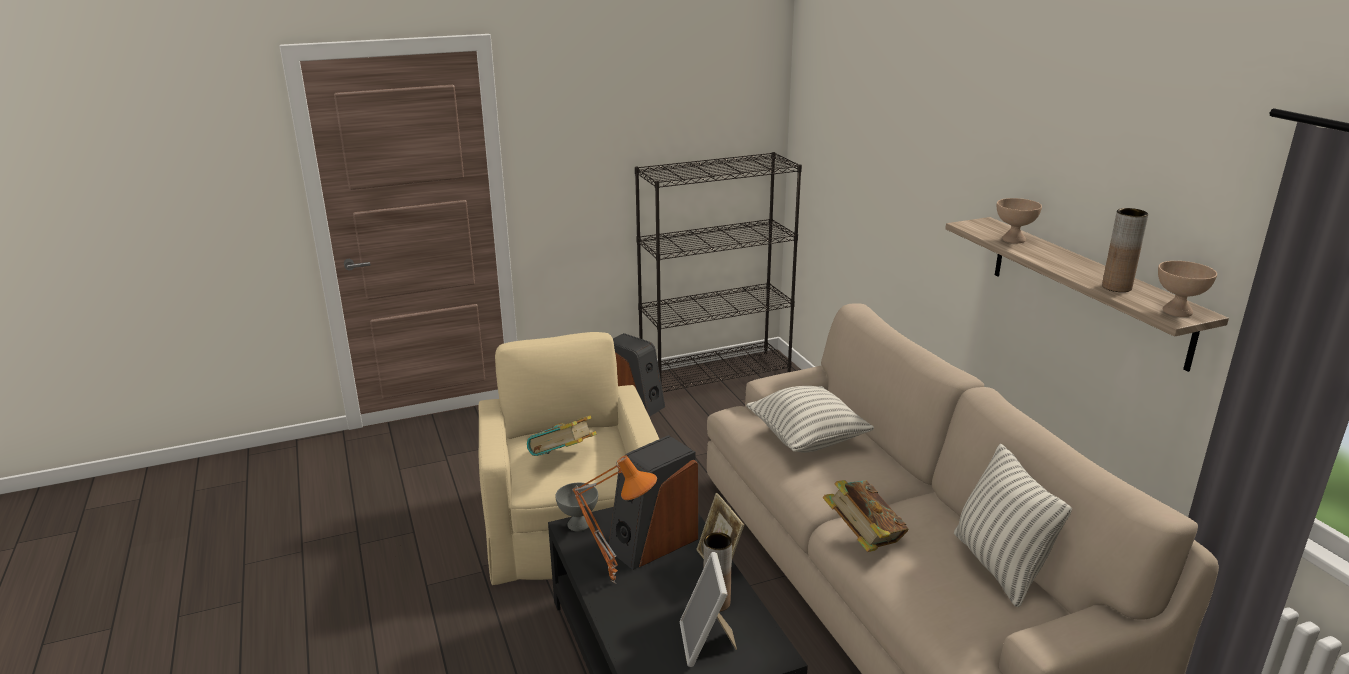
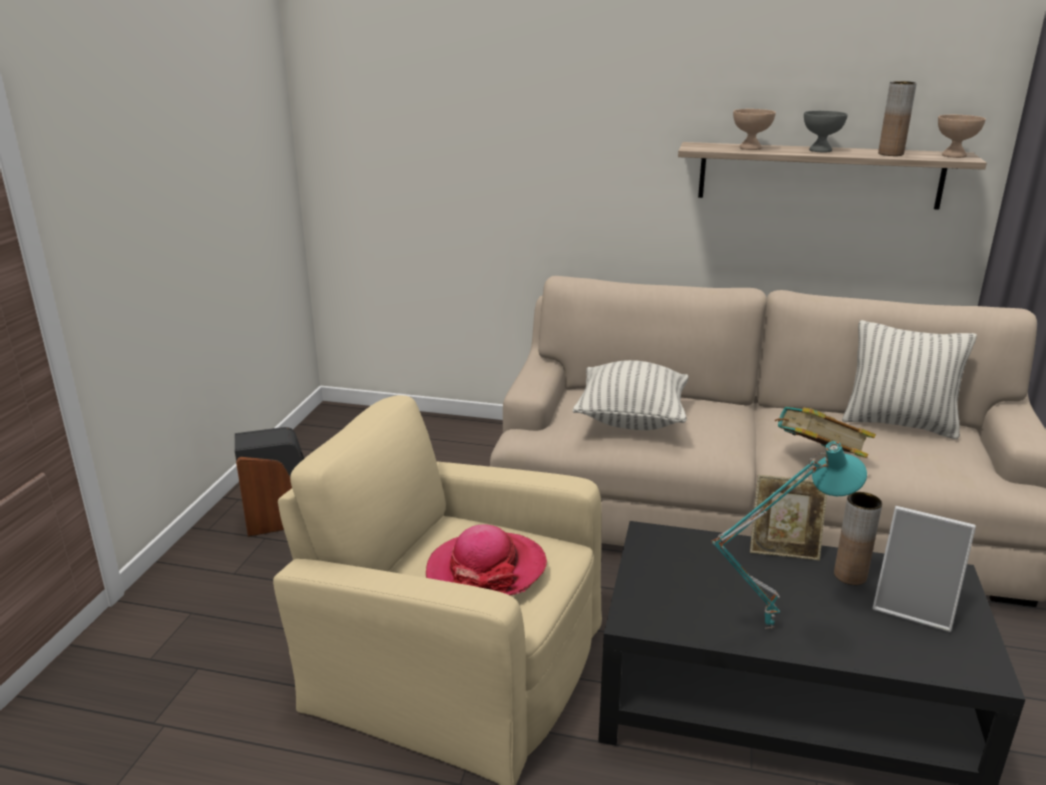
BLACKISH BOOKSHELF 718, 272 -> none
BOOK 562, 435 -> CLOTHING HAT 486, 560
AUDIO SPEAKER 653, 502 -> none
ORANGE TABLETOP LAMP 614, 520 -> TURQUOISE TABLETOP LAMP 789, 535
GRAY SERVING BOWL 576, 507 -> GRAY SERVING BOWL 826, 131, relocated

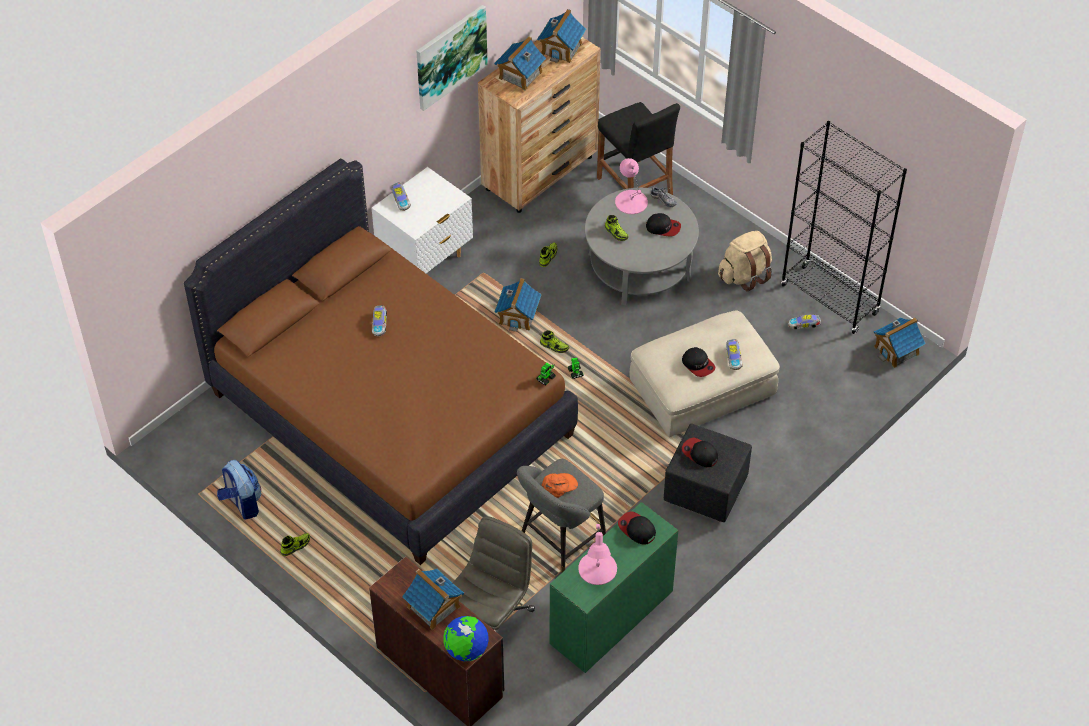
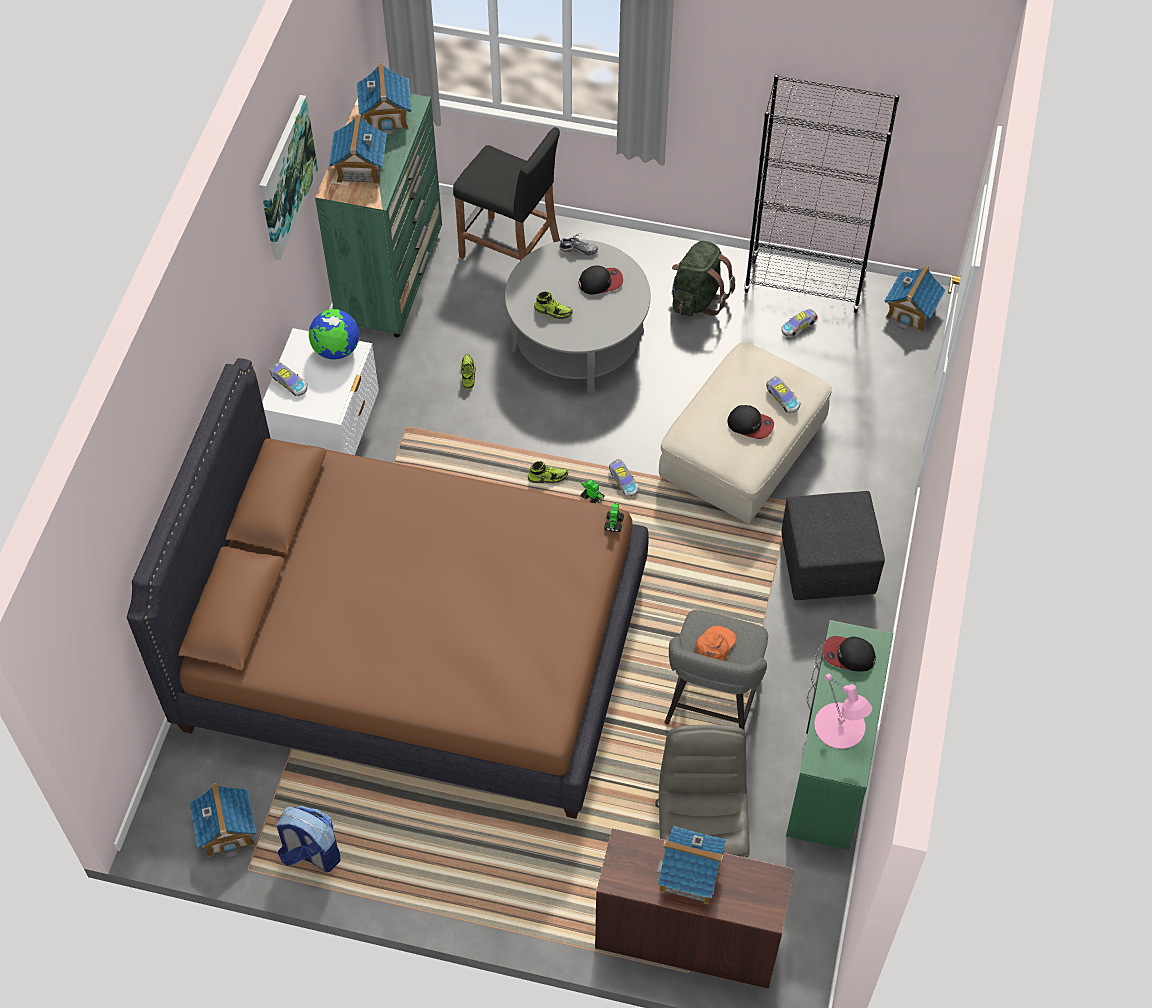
BROWNISH CHEST OF DRAWERS 539, 125 -> GREEN-COLOURED CHEST OF DRAWERS 378, 215
PINK-COLOURED TABLETOP LAMP 631, 186 -> none
BEIGE-COLOURED RUCKSACK 745, 261 -> GREEN-COLOURED RUCKSACK 703, 278
MODEL HOUSE 518, 305 -> MODEL HOUSE 223, 821, relocated
MODEL CAR 379, 320 -> MODEL CAR 624, 478, relocated
CAP 700, 452 -> none
ITEM OF FOOTWEAR 295, 544 -> none
DESK GLOBE 466, 638 -> DESK GLOBE 334, 334, relocated

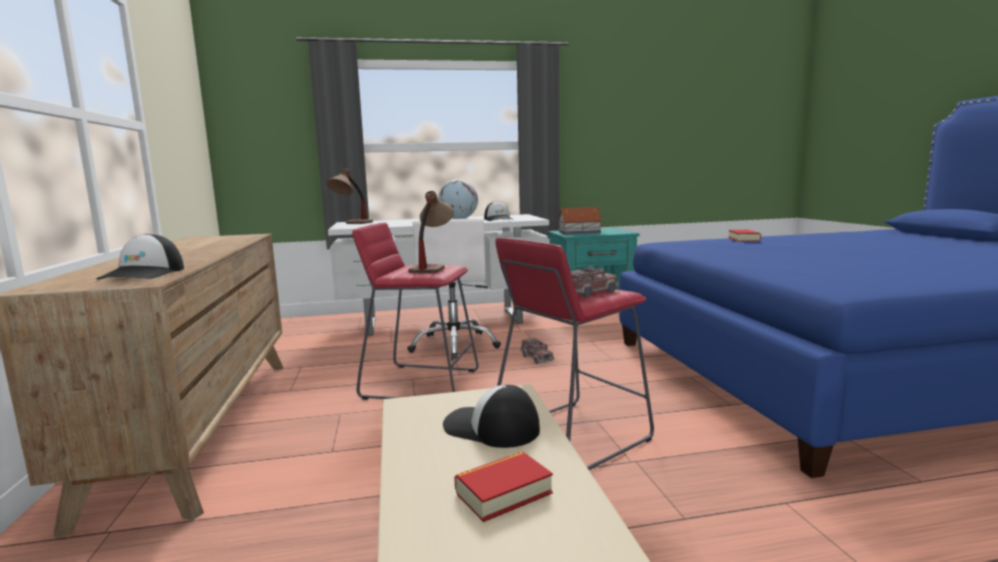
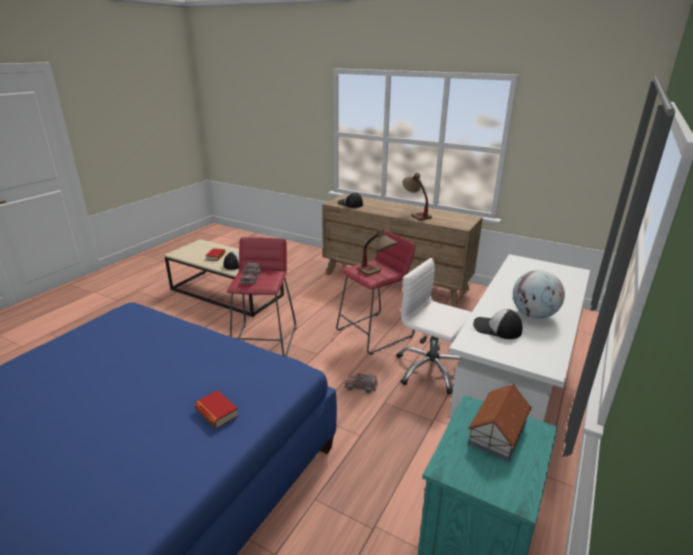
TABLETOP LAMP 349, 196 -> TABLETOP LAMP 417, 196, relocated

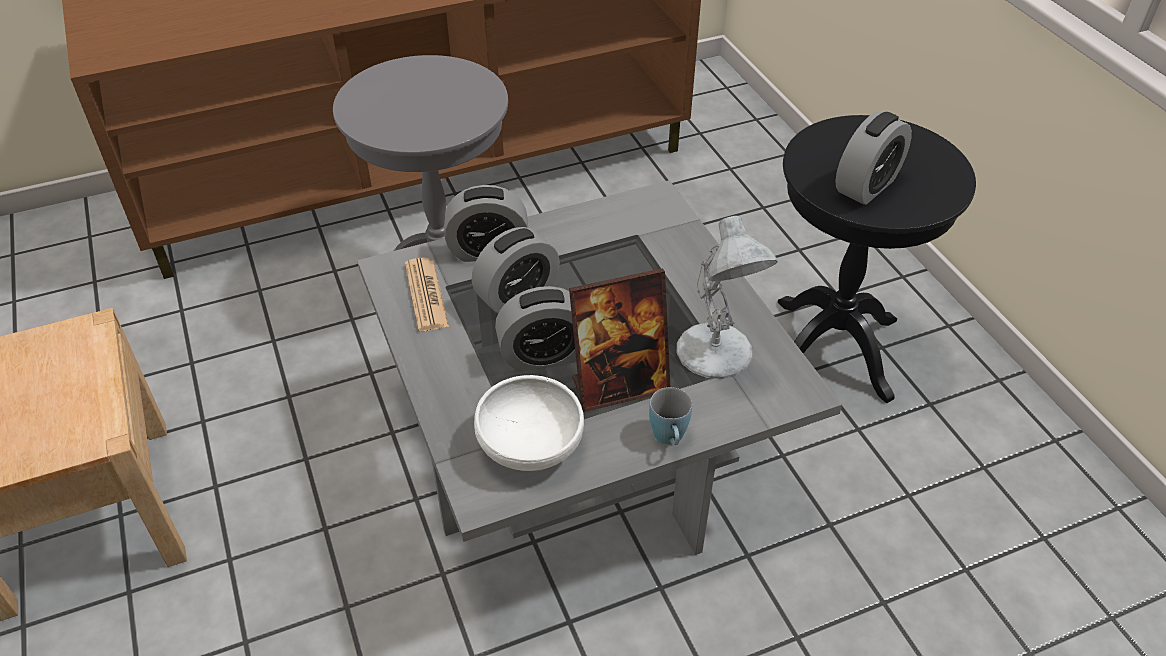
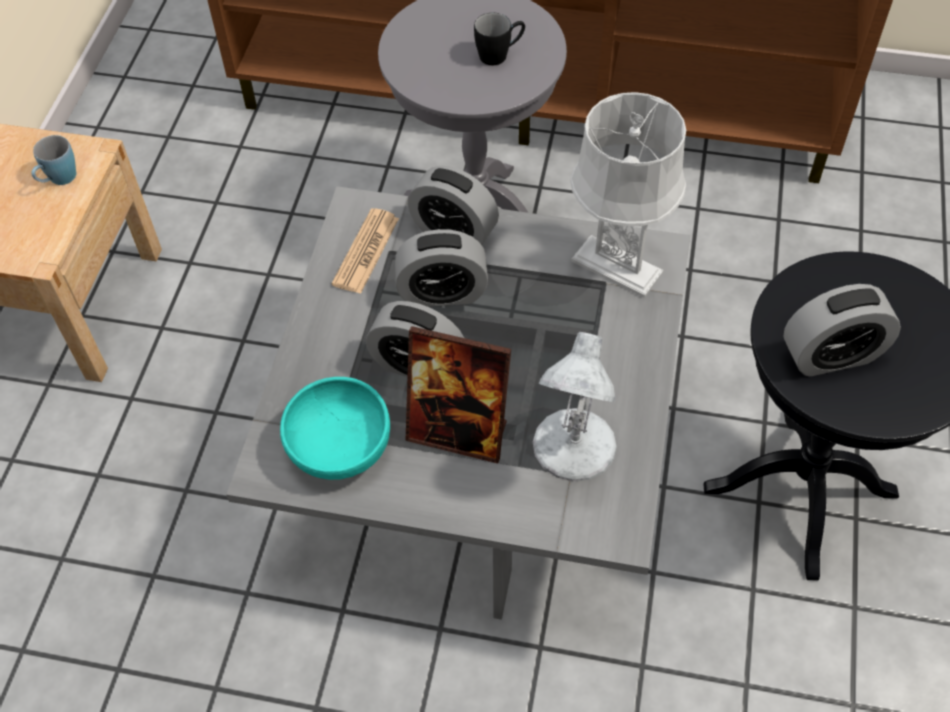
WHITISH SERVING BOWL 529, 423 -> TURQUOISE SERVING BOWL 335, 428
BLUISH TEA MUG 670, 416 -> BLUISH TEA MUG 53, 160, relocated
none -> BLACKISH TEA MUG 499, 39
none -> GRAY TABLETOP LAMP 628, 195

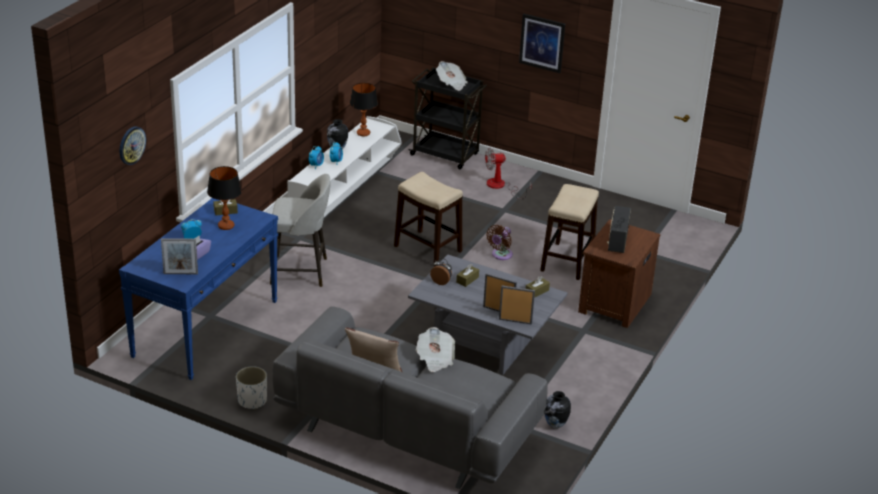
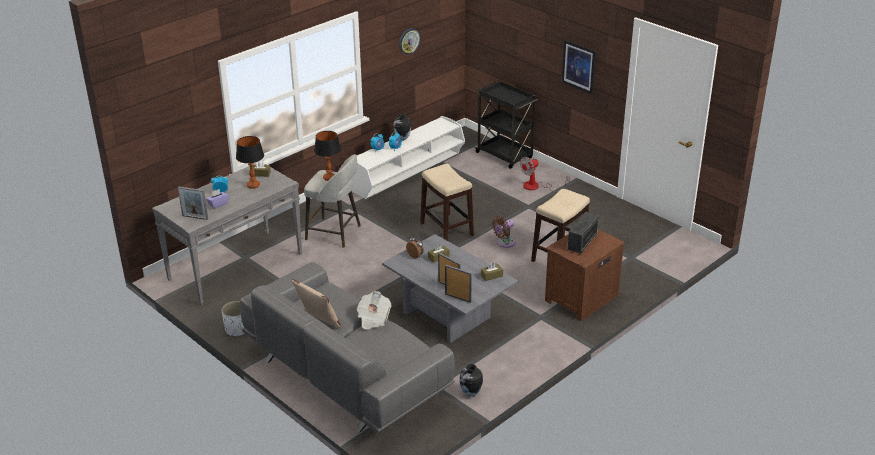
PRINTED PAPER 452, 76 -> none
TABLETOP LAMP 364, 109 -> TABLETOP LAMP 327, 156, relocated
CLOCK ON THE WALL 133, 145 -> CLOCK ON THE WALL 409, 41, relocated
ELECTRIC FAN 508, 173 -> ELECTRIC FAN 545, 174, 45 degrees counterclockwise
BLUISH NARROW TABLE 198, 289 -> GRAY NARROW TABLE 227, 234

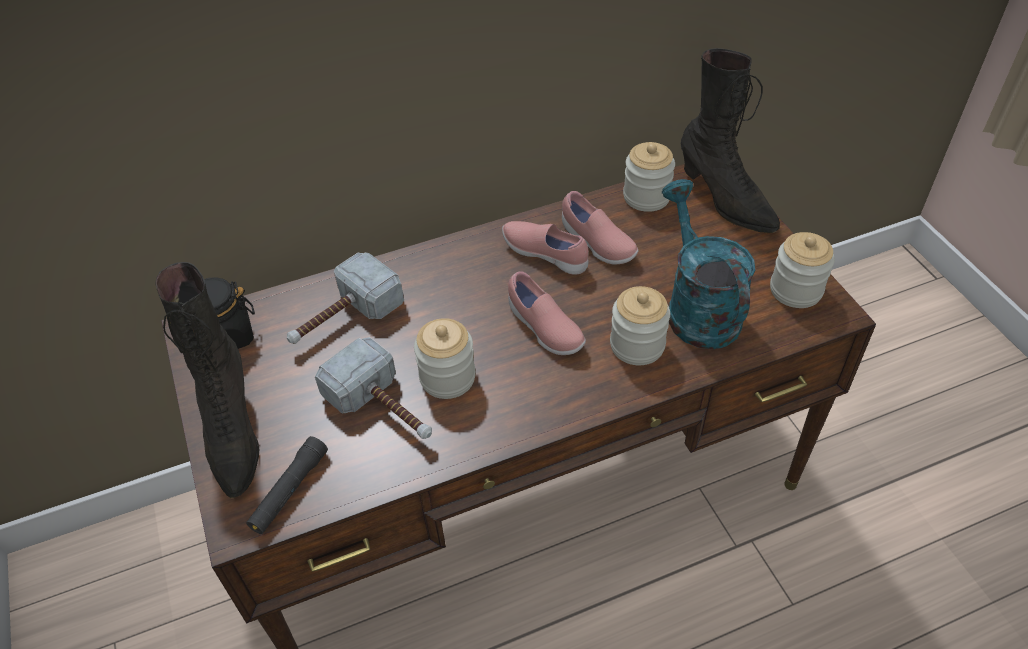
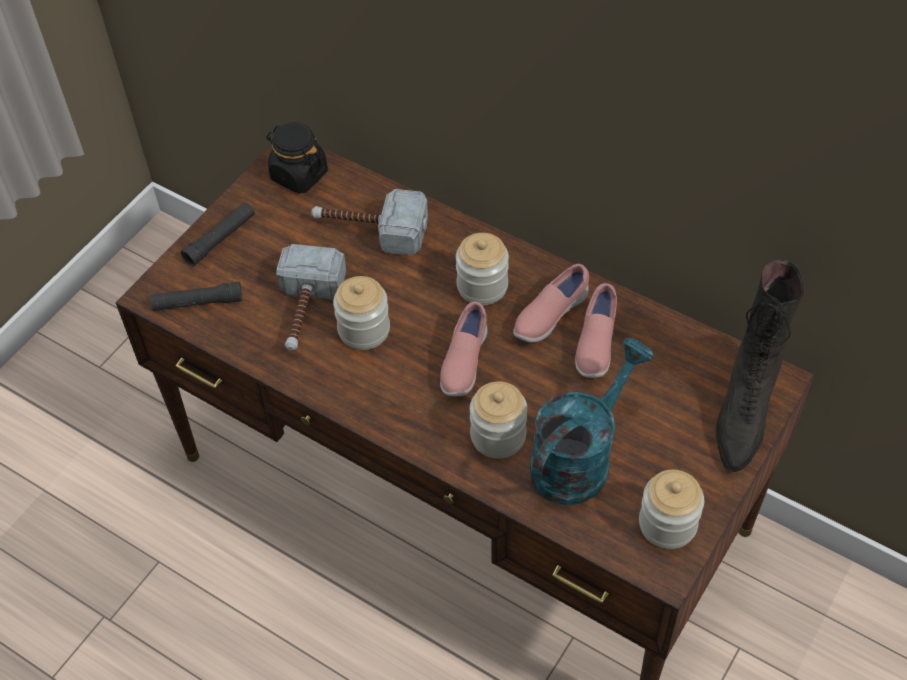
STORAGE JAR 649, 177 -> STORAGE JAR 482, 269, relocated
PINK-COLOURED ITEM OF FOOTWEAR 545, 248 -> PINK-COLOURED ITEM OF FOOTWEAR 551, 303, 135 degrees counterclockwise
BLACKISH BOOT 207, 380 -> BLACKISH HAND TORCH 218, 234

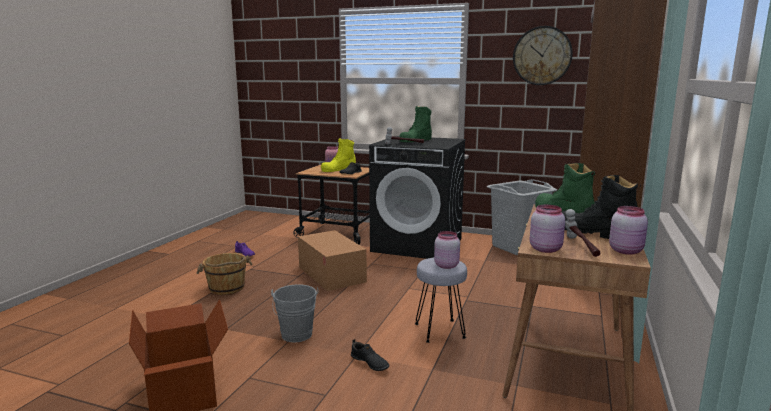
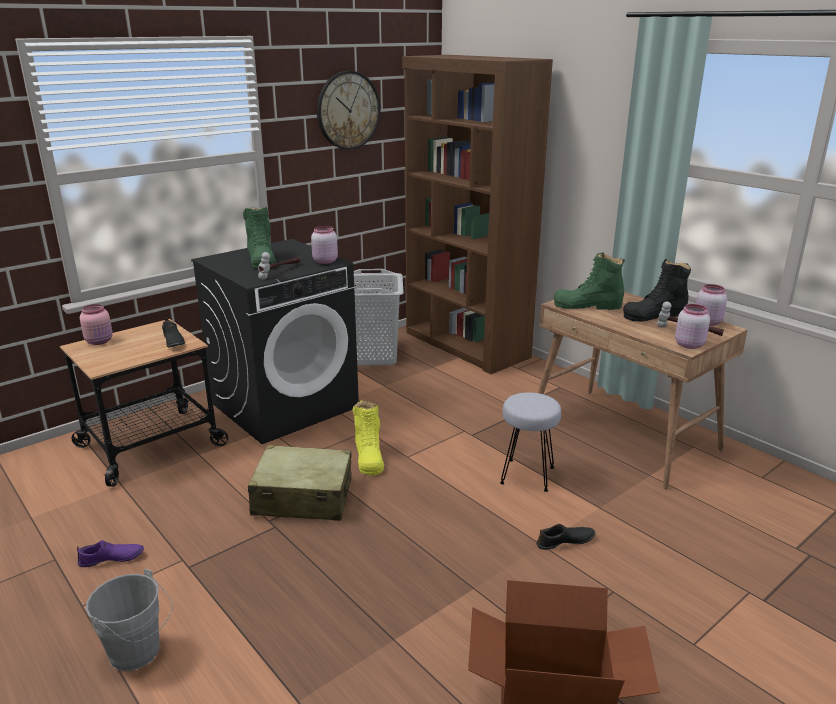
YELLOWISH BOOT 338, 155 -> YELLOWISH BOOT 368, 438, relocated
CARTON 332, 260 -> BEIGE-COLOURED SUITCASE 300, 483
PINK-COLOURED STORAGE JAR 447, 250 -> PINK-COLOURED STORAGE JAR 324, 245, relocated
BROWNISH WATER BUCKET 224, 274 -> none
GRAY WATER BUCKET 294, 313 -> GRAY WATER BUCKET 129, 619, relocated

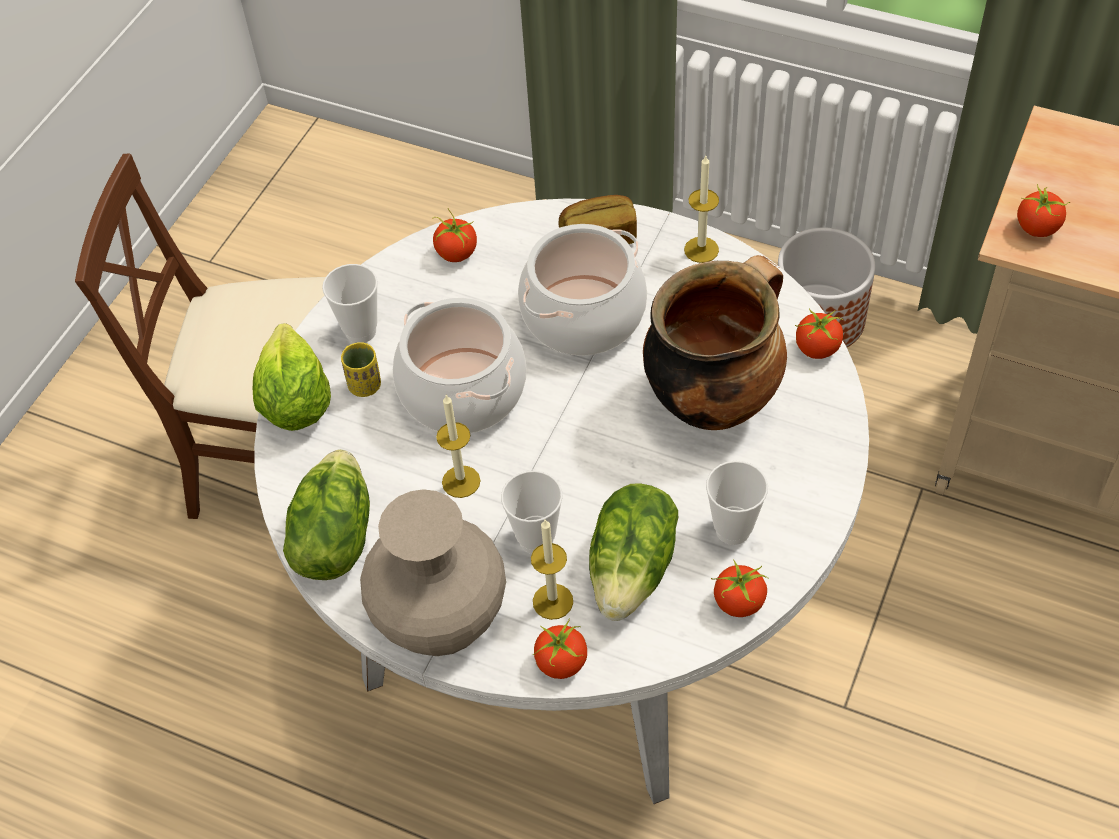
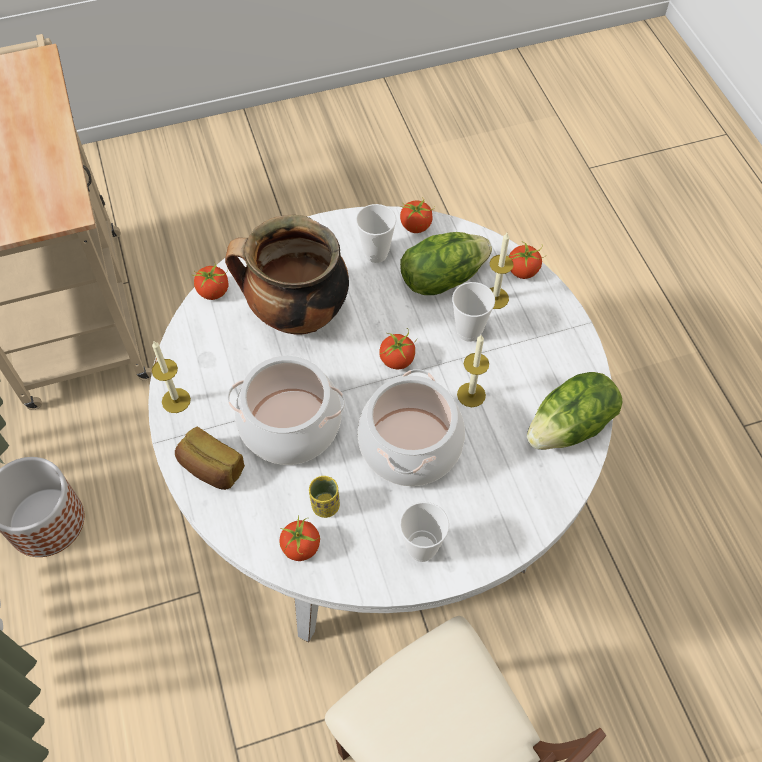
FRESH TOMATO 1043, 210 -> FRESH TOMATO 398, 348, relocated
LETTUCE HEAD 292, 377 -> none
YELLOWISH CUP 361, 369 -> YELLOWISH CUP 324, 497, relocated
BEIGE-COLOURED FLOWER VASE 433, 572 -> none

